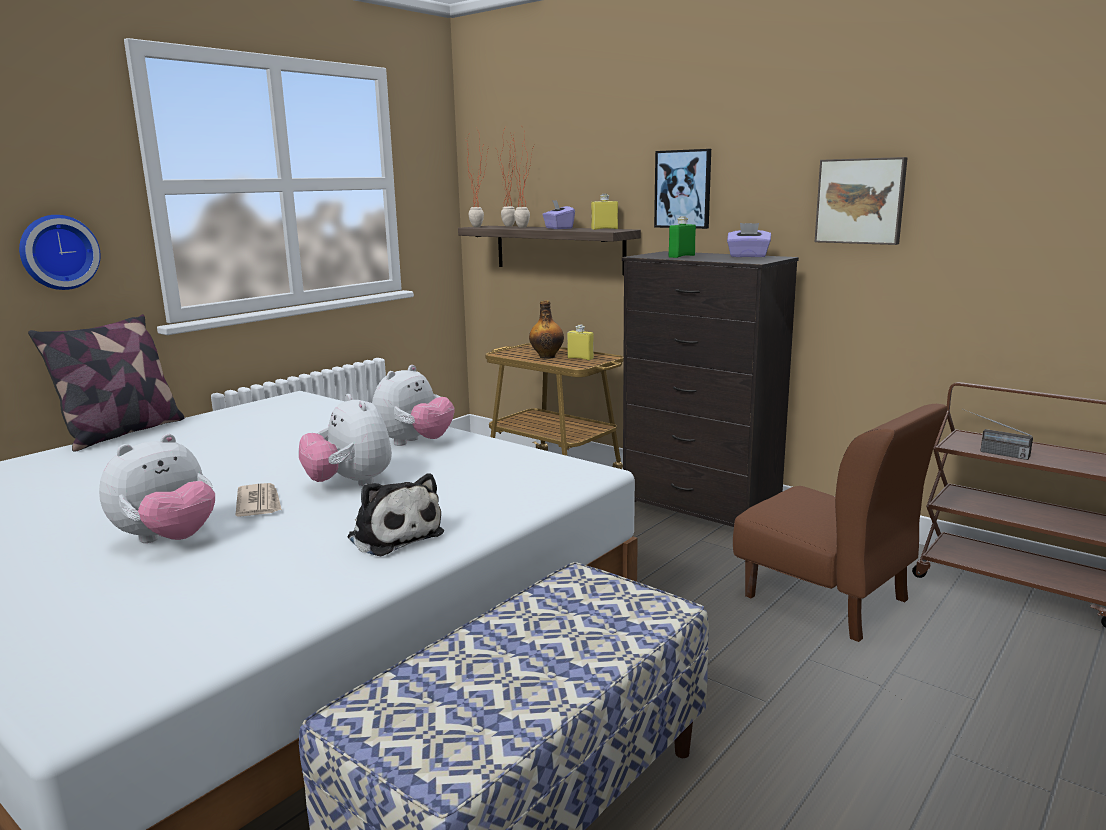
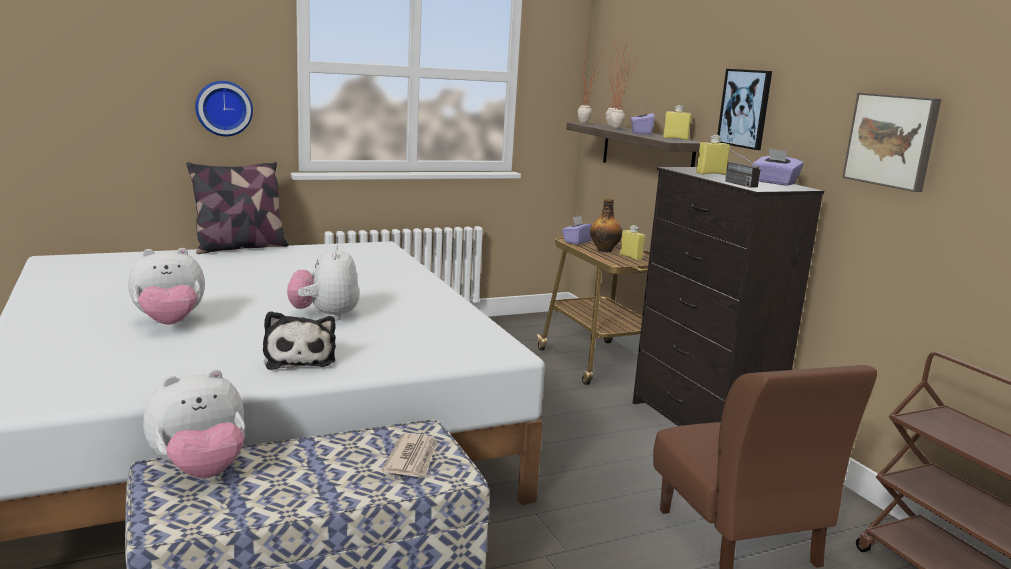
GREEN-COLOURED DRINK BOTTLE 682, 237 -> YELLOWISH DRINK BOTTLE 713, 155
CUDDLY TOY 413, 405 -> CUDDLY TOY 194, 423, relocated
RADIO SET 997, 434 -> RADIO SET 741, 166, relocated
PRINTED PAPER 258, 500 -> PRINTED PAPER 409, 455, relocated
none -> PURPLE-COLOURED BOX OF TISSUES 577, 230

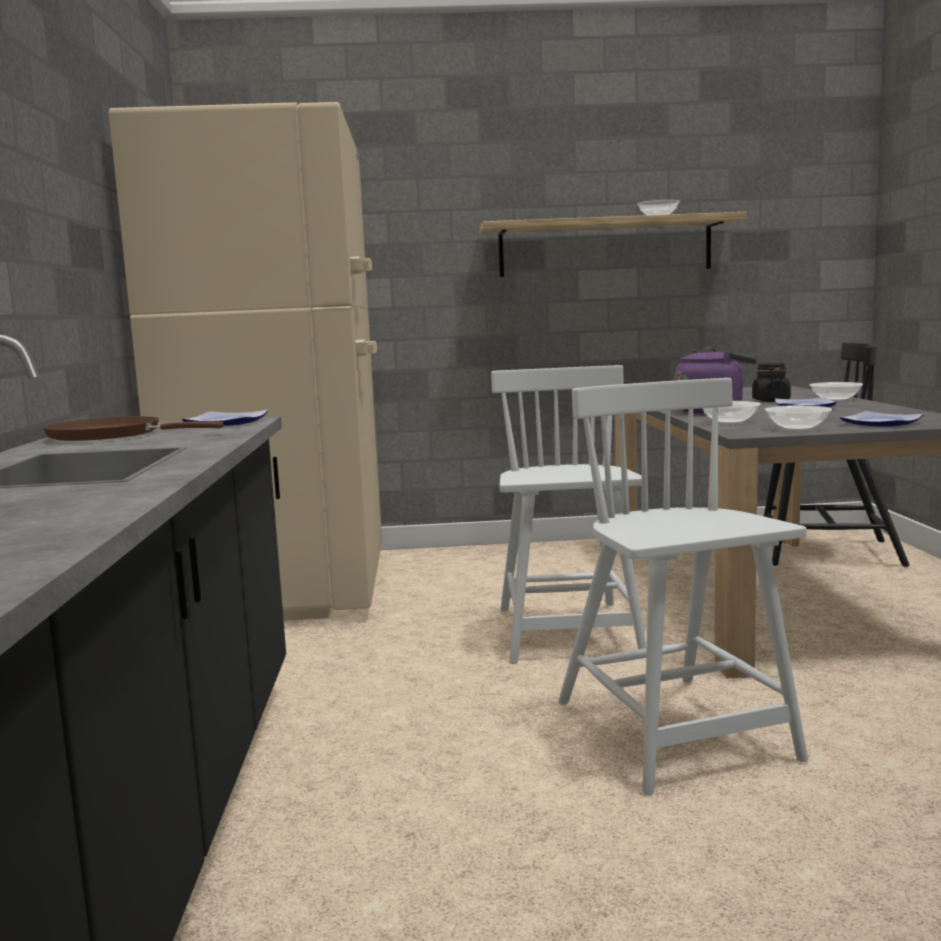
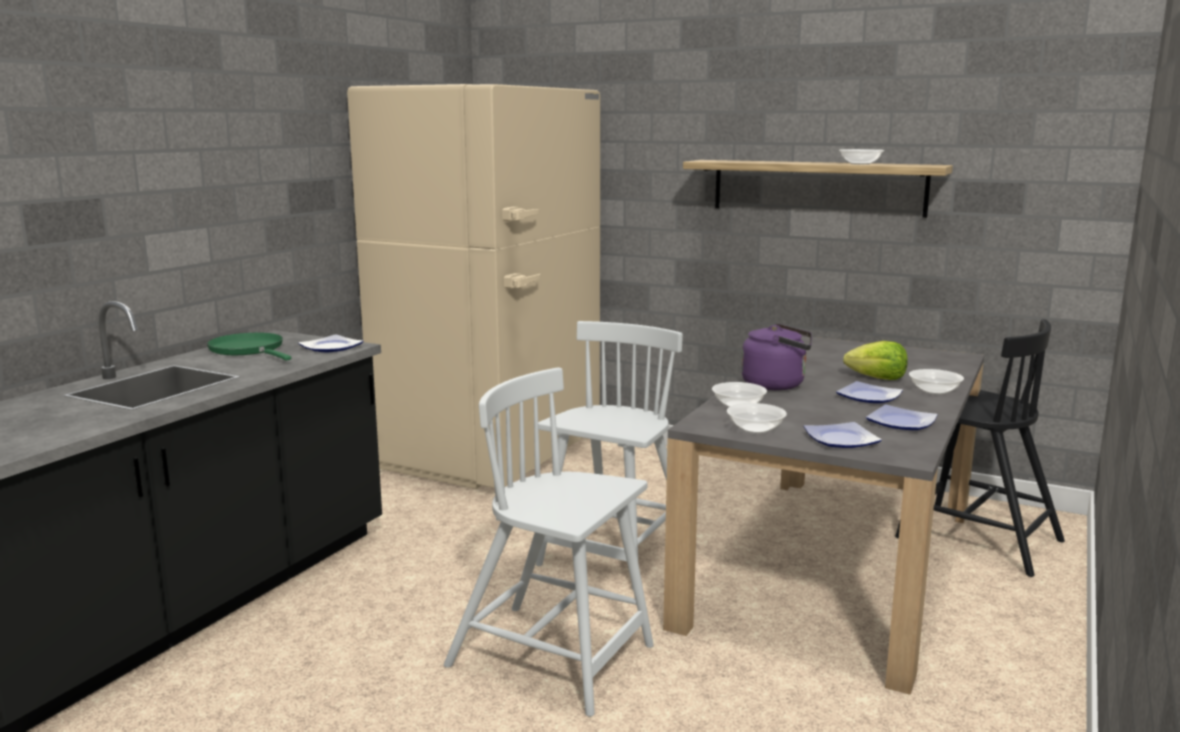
BLACKISH STORAGE JAR 771, 382 -> LETTUCE HEAD 875, 360
WHITISH CHAIR 683, 586 -> WHITISH CHAIR 549, 542, 75 degrees counterclockwise
BROWNISH SKILLET 133, 428 -> GREEN-COLOURED SKILLET 249, 346
none -> DINNER PLATE 902, 417

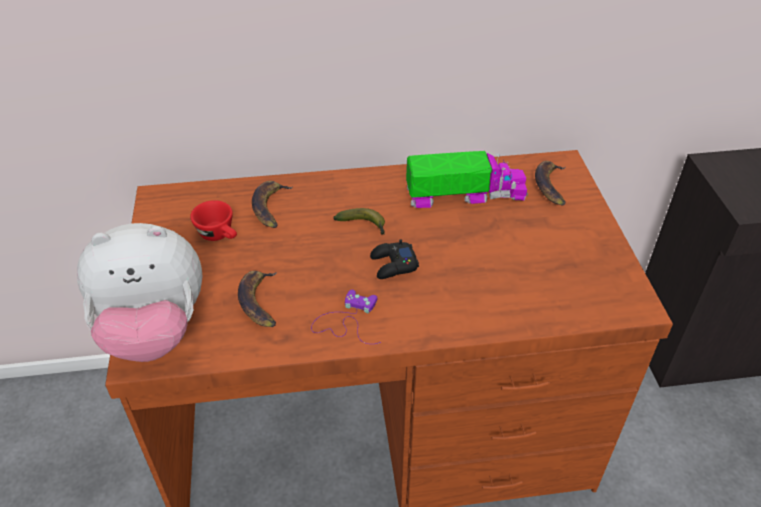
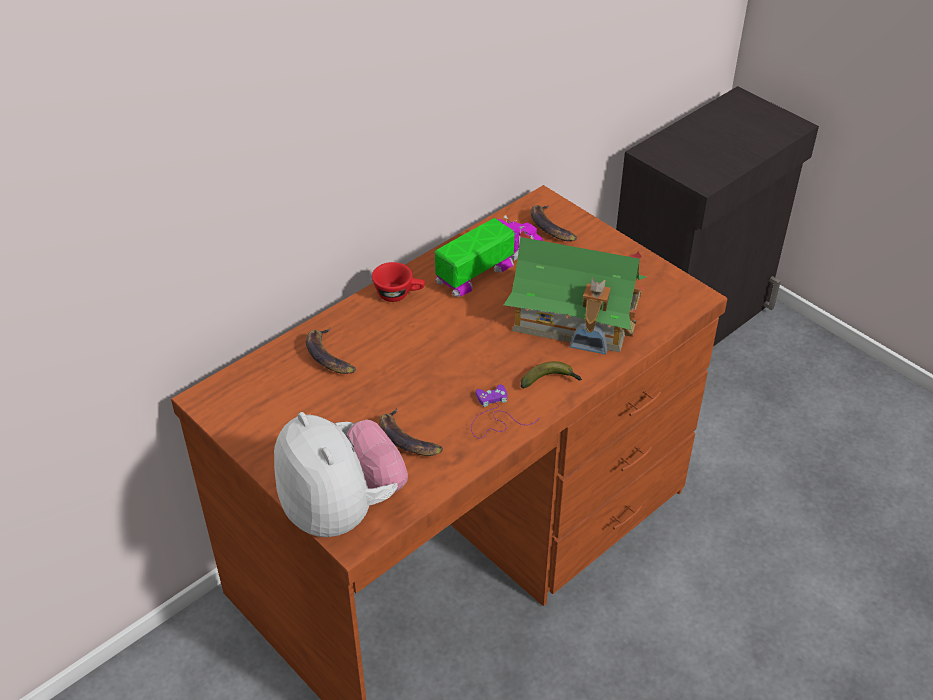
REDDISH CUP 213, 220 -> REDDISH CUP 398, 282, relocated
WHOLE BANANA 359, 221 -> WHOLE BANANA 551, 375, relocated
CUDDLY TOY 140, 292 -> CUDDLY TOY 341, 474, 75 degrees counterclockwise
BLACKISH JOYPAD 394, 259 -> none
none -> MODEL HOUSE 575, 293

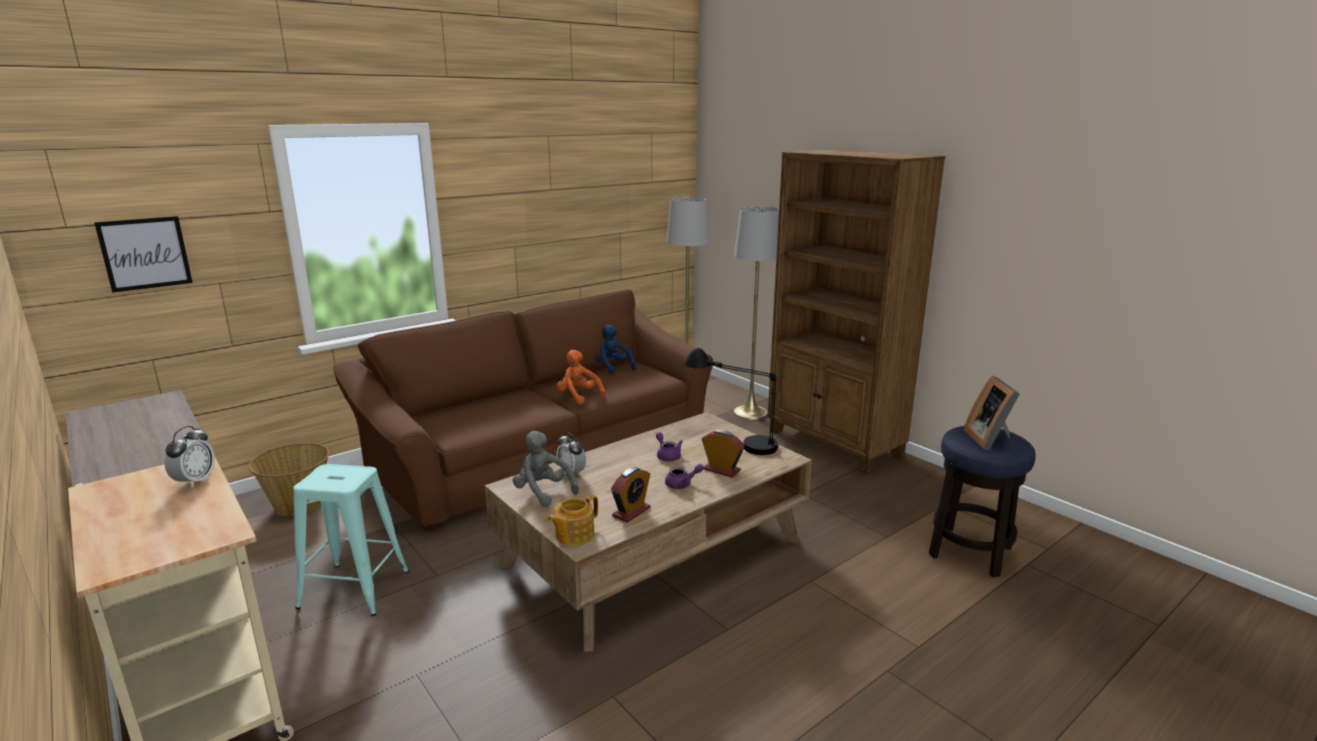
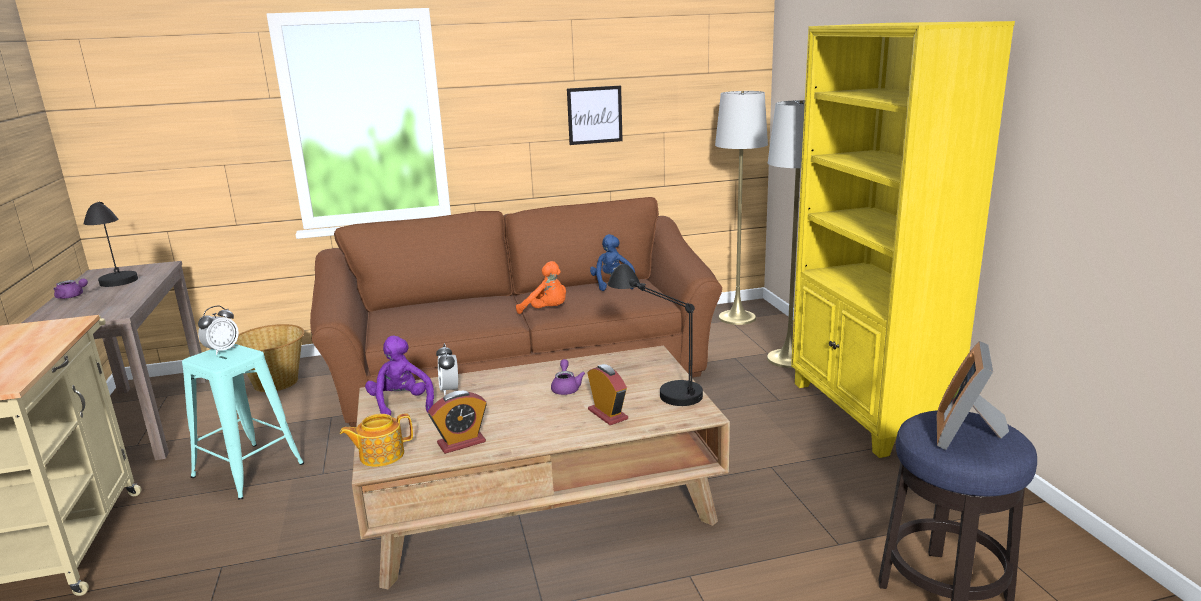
BROWNISH BOOKSHELF 856, 312 -> YELLOWISH BOOKSHELF 903, 239
WALL PICTURE 143, 254 -> WALL PICTURE 595, 115, relocated
ORANGE CUDDLY TOY 581, 377 -> ORANGE CUDDLY TOY 541, 287, 135 degrees clockwise
BEDSIDE CLOCK 190, 457 -> BEDSIDE CLOCK 218, 330, relocated
GRAY CUDDLY TOY 546, 469 -> PURPLE-COLOURED CUDDLY TOY 399, 376
PURPLE-COLOURED POT FOR TEA 684, 476 -> PURPLE-COLOURED POT FOR TEA 70, 288, relocated
none -> BLACKISH TABLETOP LAMP 111, 244

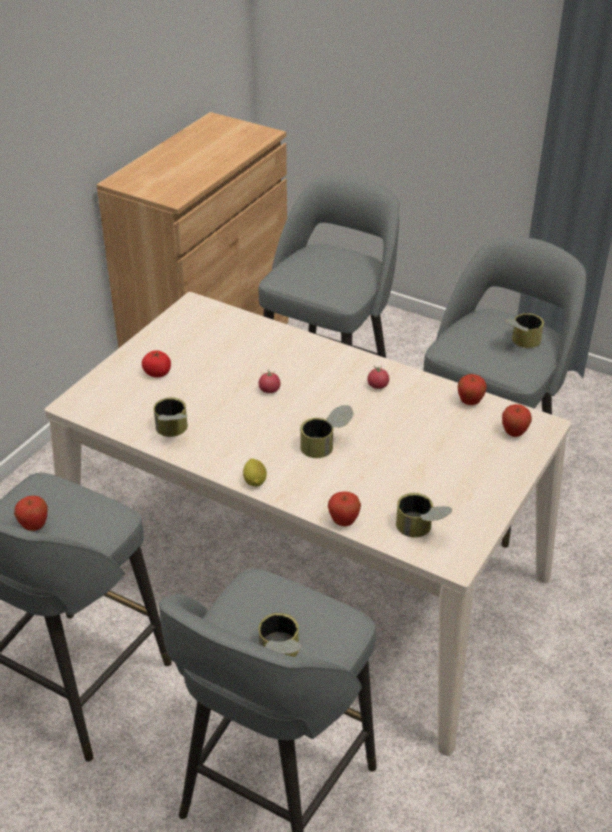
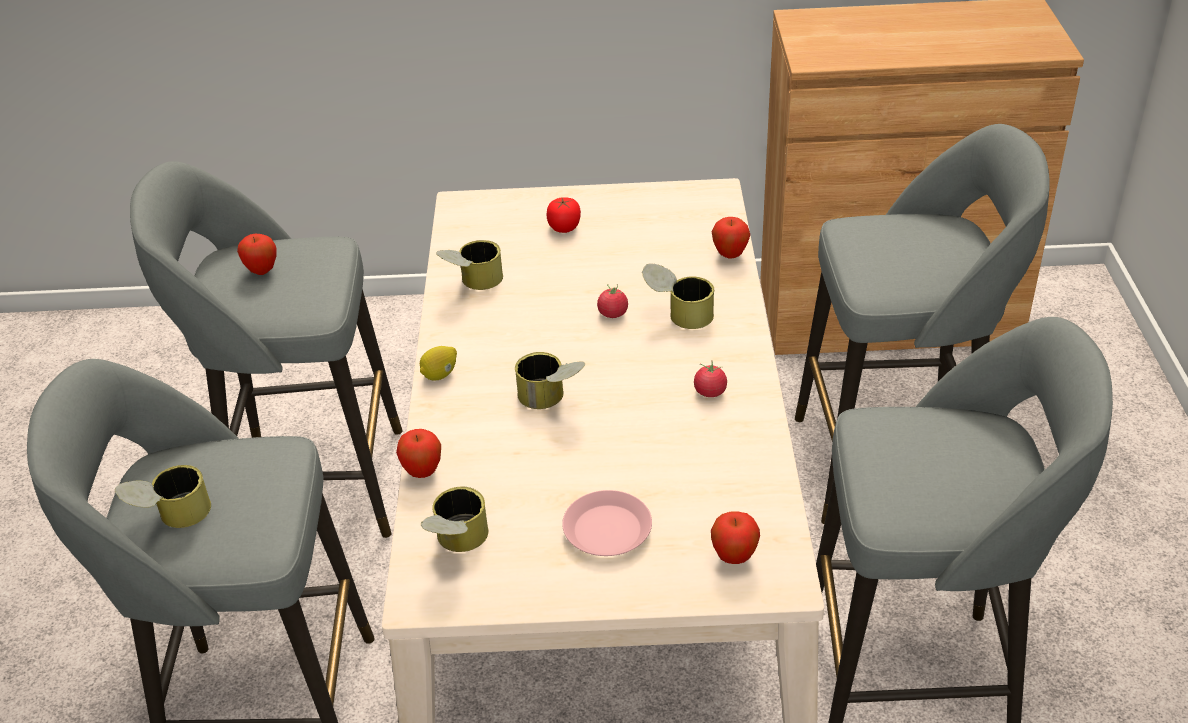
METAL CAN 524, 330 -> METAL CAN 678, 296, relocated
WHOLE APPLE 472, 389 -> WHOLE APPLE 731, 238, relocated
none -> PINK-COLOURED DINNER PLATE 607, 523

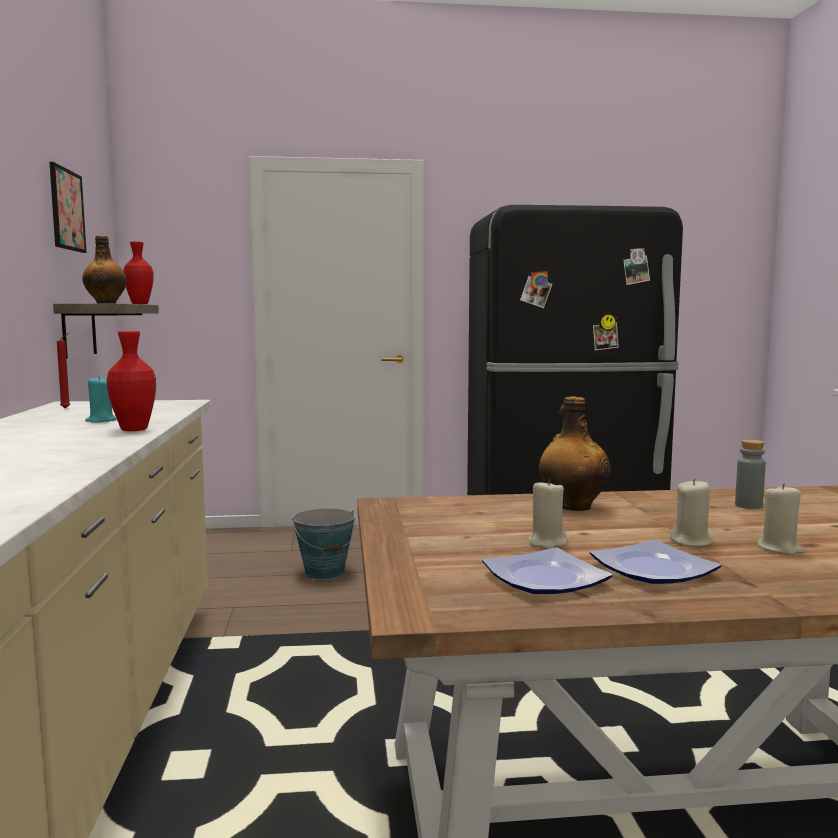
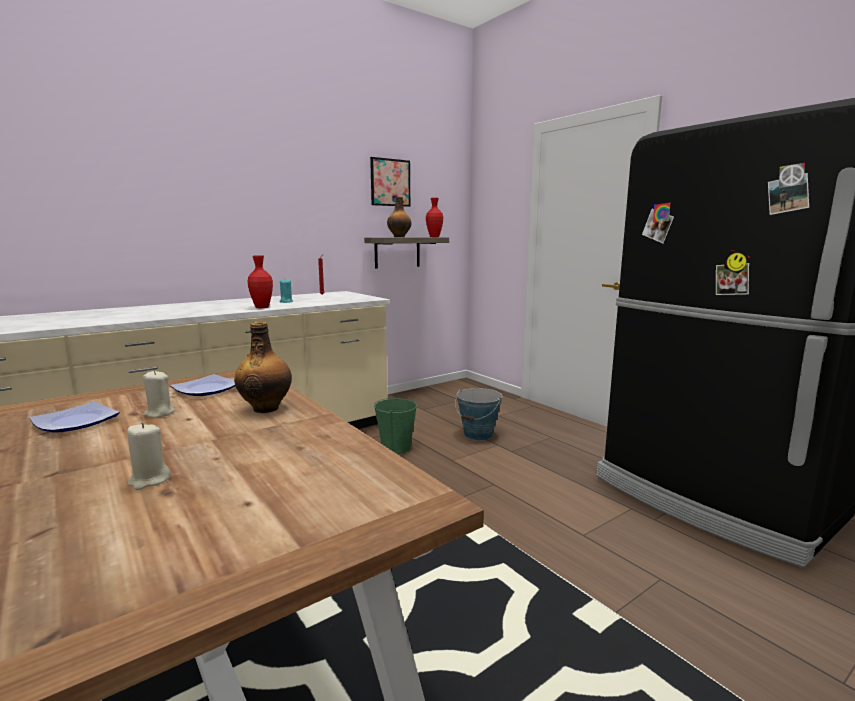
GRAY DRINK BOTTLE 750, 474 -> none
BEIGE-COLOURED WAX CANDLE 691, 513 -> none
DINNER PLATE 655, 562 -> DINNER PLATE 202, 385, relocated
none -> GREEN-COLOURED WATER BUCKET 395, 425

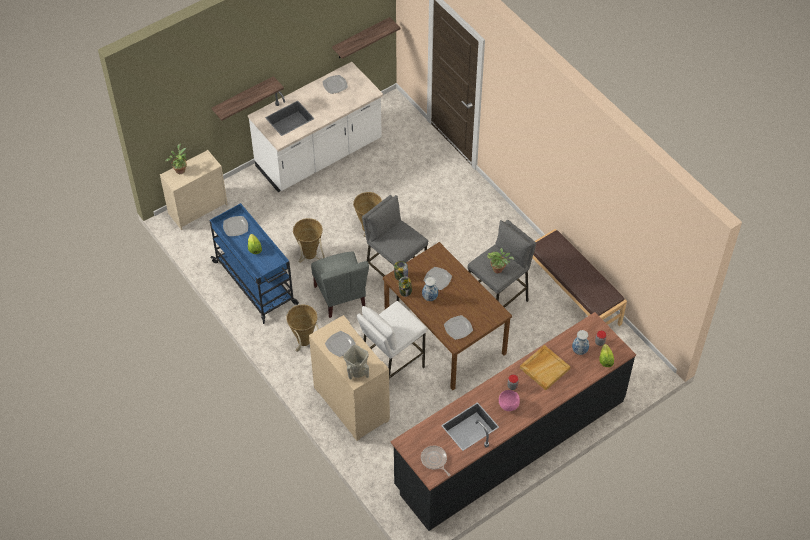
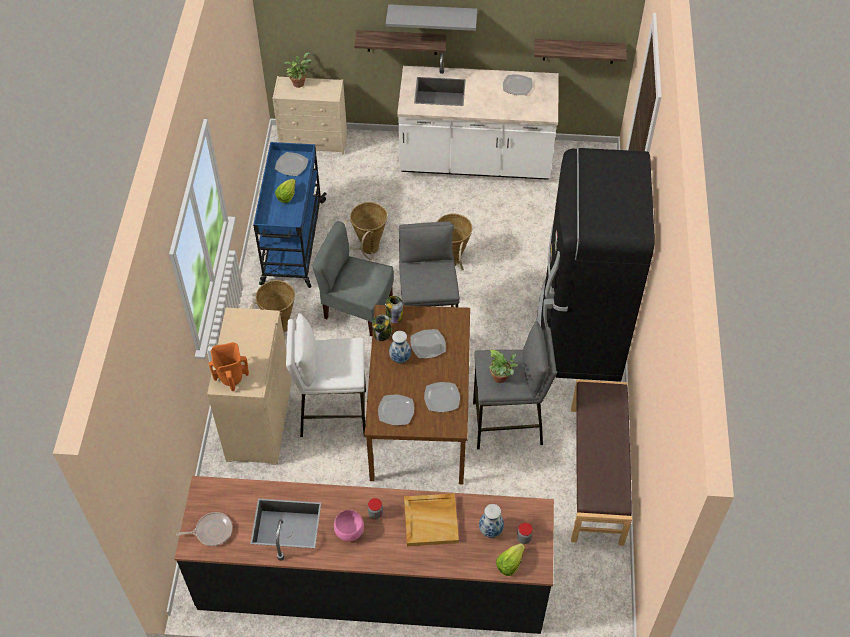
GRAY CHAIR 340, 285 -> GRAY CHAIR 353, 278, 90 degrees clockwise
DINNER PLATE 340, 344 -> DINNER PLATE 442, 397, relocated
BEIGE-COLOURED FLOWER VASE 356, 362 -> ORANGE FLOWER VASE 229, 366
SKILLET 436, 461 -> SKILLET 204, 529, 75 degrees clockwise
none -> GRAY WALL SHELF 431, 17
none -> BLACKISH KITCHEN FRIDGE 595, 265

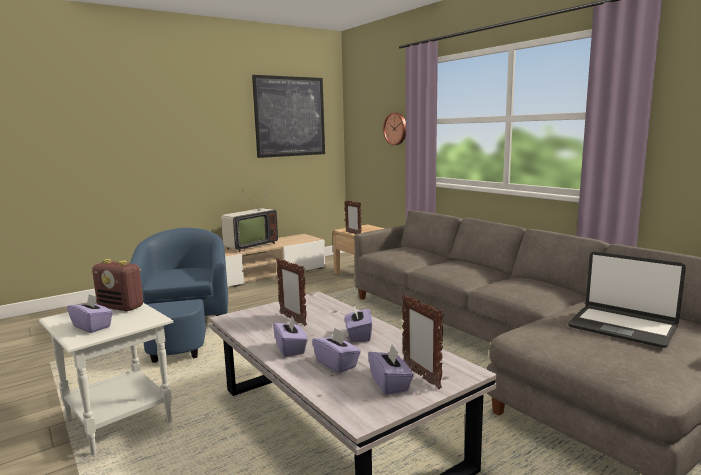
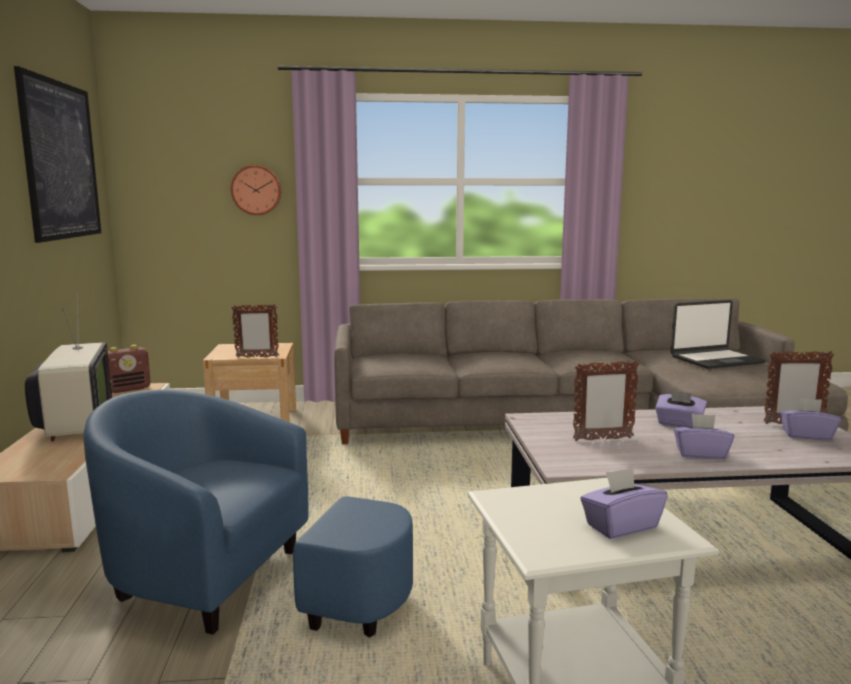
RADIO SET 117, 285 -> RADIO SET 129, 369, relocated
PURPLE-COLOURED BOX OF TISSUES 336, 350 -> none

